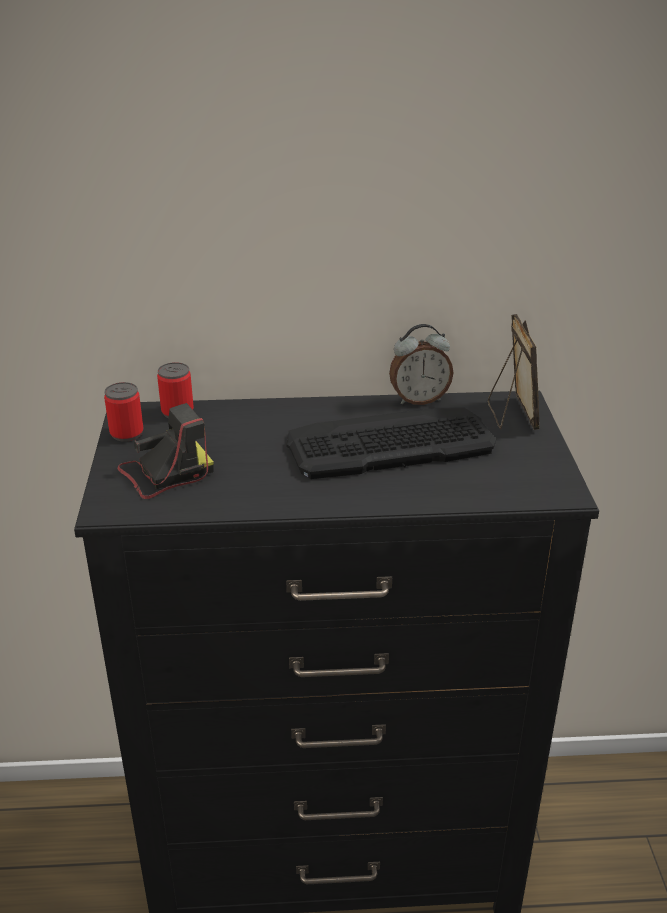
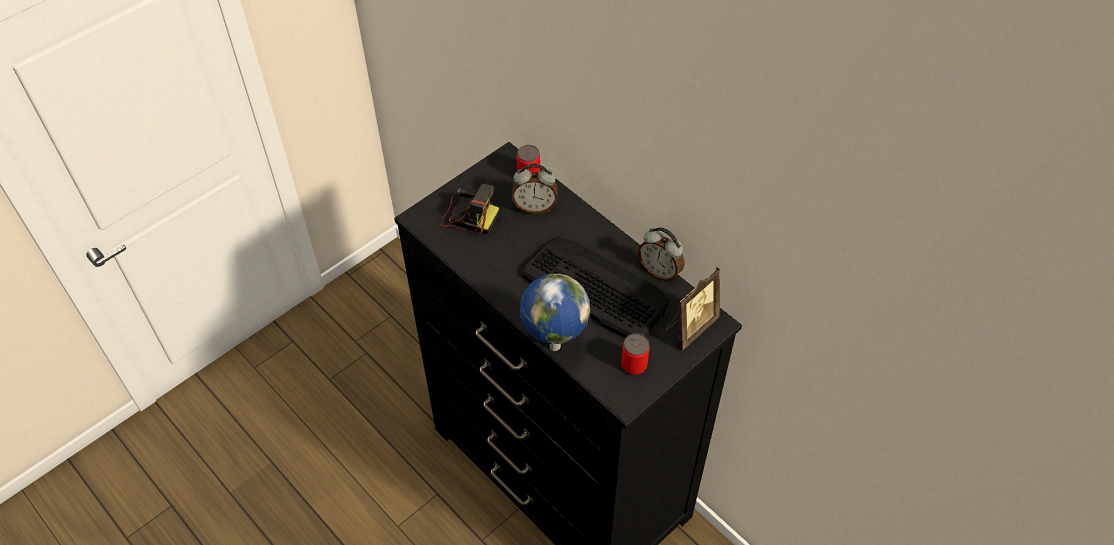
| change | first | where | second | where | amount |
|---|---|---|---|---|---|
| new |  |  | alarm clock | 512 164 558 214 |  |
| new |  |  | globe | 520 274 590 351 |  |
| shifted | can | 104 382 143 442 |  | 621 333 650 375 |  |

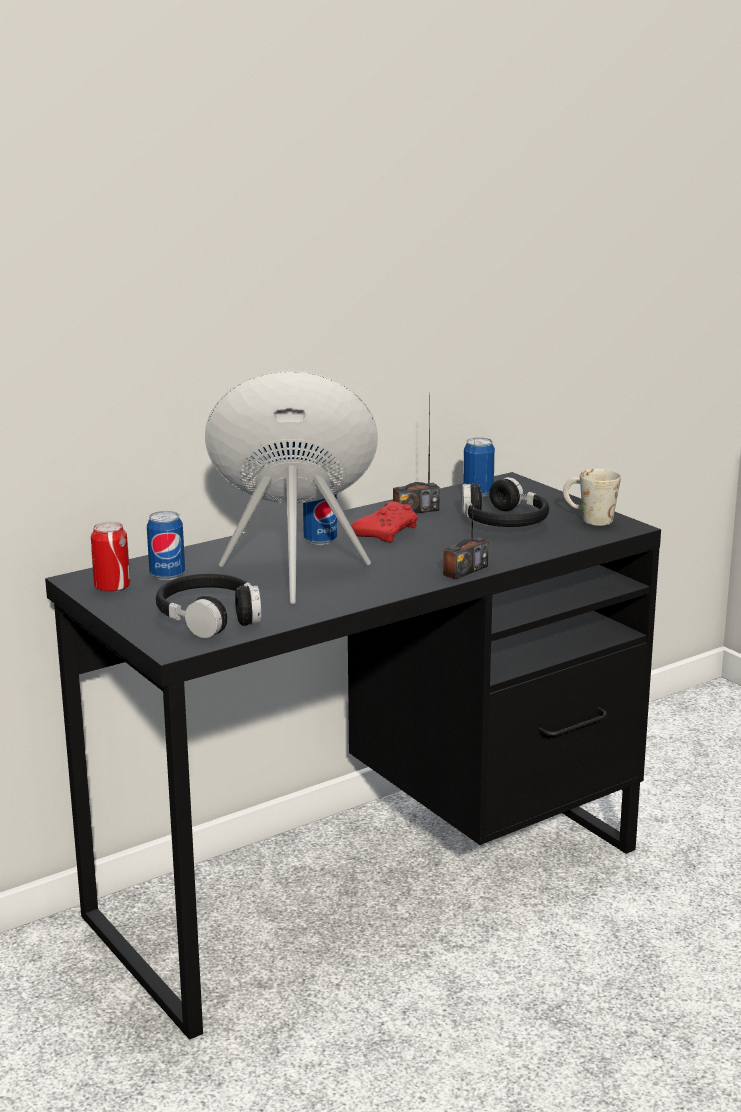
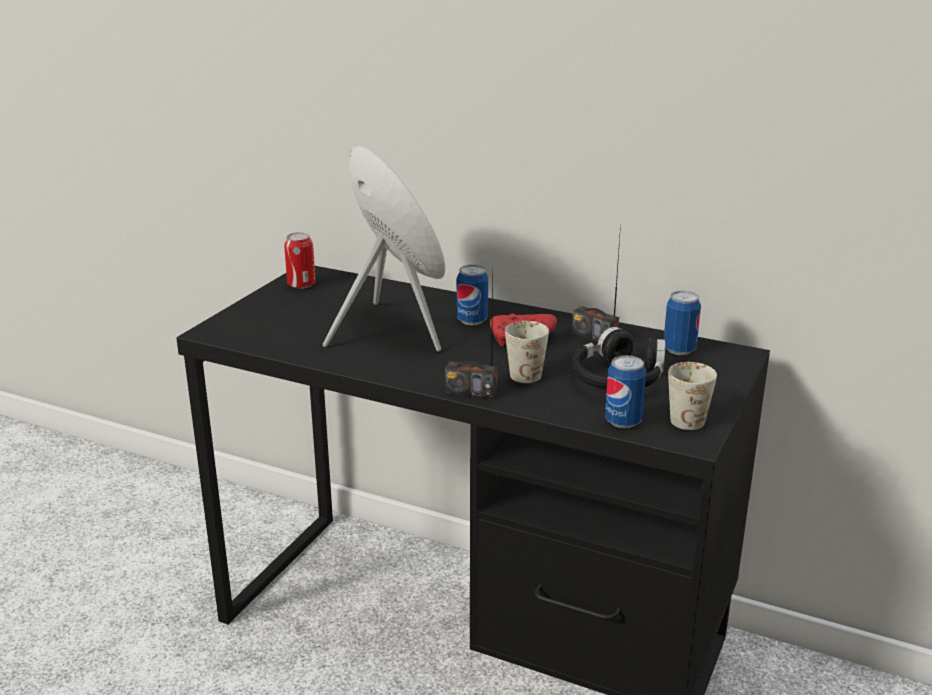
| change | first | where | second | where | amount |
|---|---|---|---|---|---|
| gone | headphones/black | 156 574 261 638 |  |  |  |
| new |  |  | mug/white | 505 321 549 383 |  |
| shifted | can | 147 511 185 580 |  | 605 355 646 428 |  |

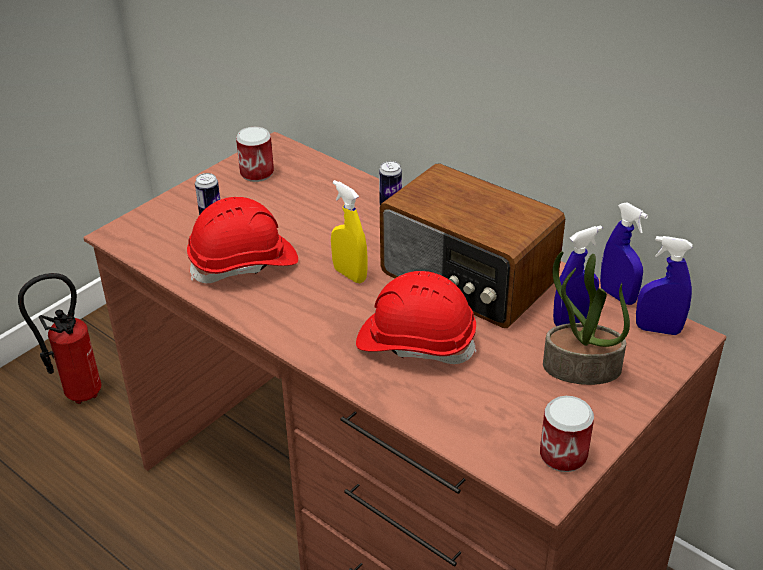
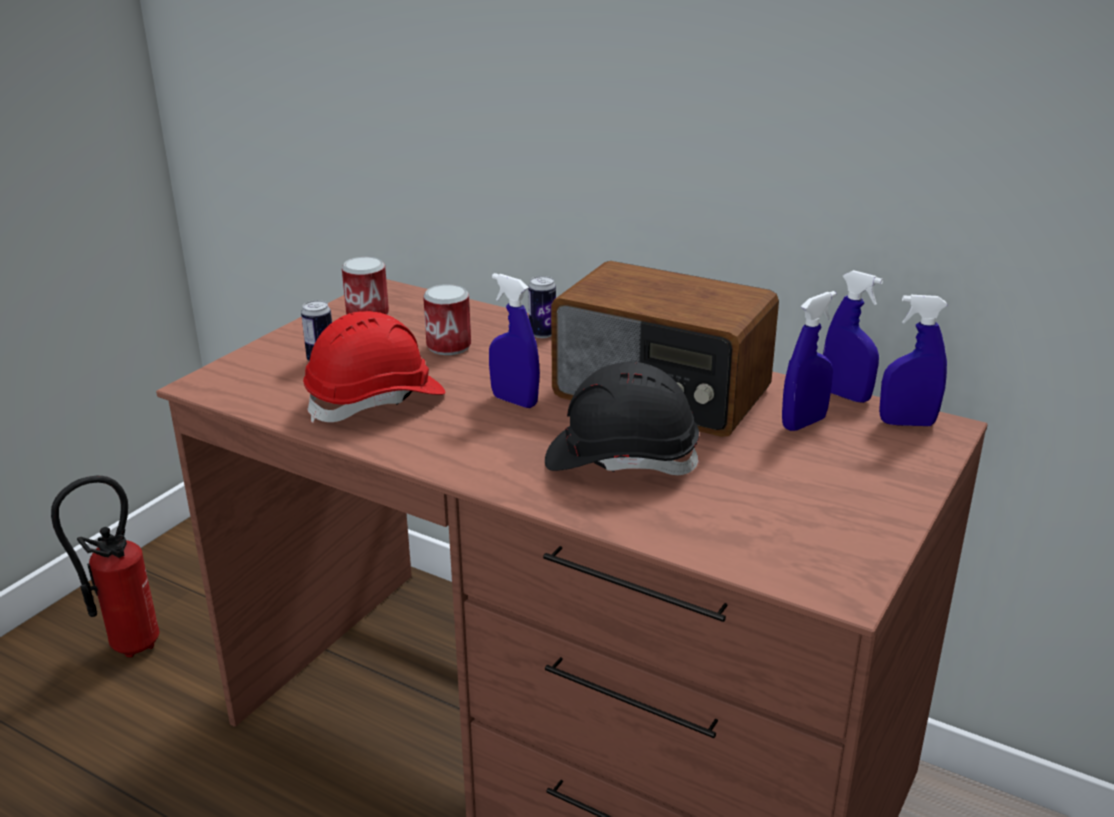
| change | first | where | second | where | amount |
|---|---|---|---|---|---|
| gone | potted plant | 543 252 630 385 |  |  |  |
| shifted | can | 540 396 594 472 |  | 423 284 471 355 |  |
| repainted | spray bottle/yellow | 331 180 368 283 | spray bottle/blue | 489 273 540 408 |  |
| repainted | hard hat/red | 356 271 477 364 | hard hat/black | 545 362 700 475 |  |

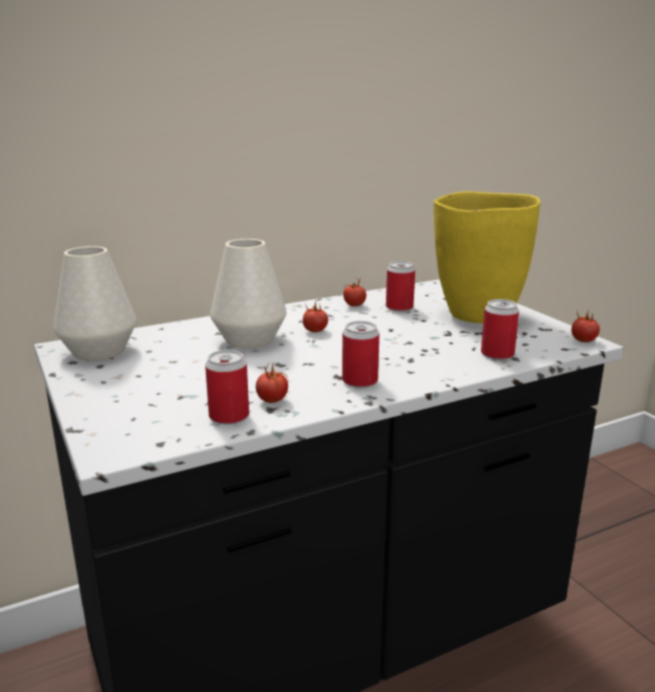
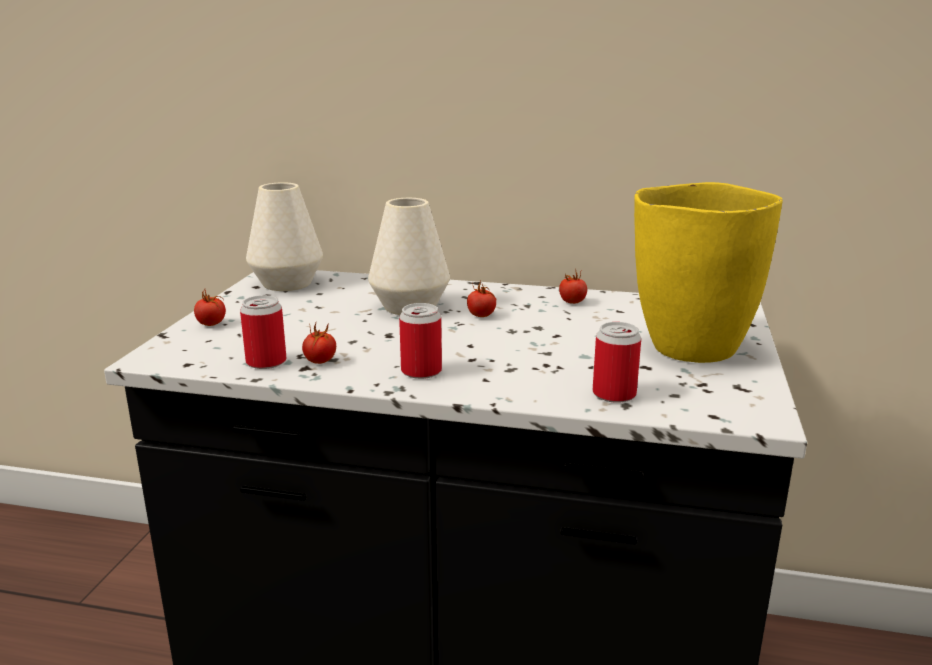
| change | first | where | second | where | amount |
|---|---|---|---|---|---|
| gone | can | 386 261 415 312 |  |  |  |
| shifted | tomato | 571 309 600 342 |  | 194 289 226 326 |  |

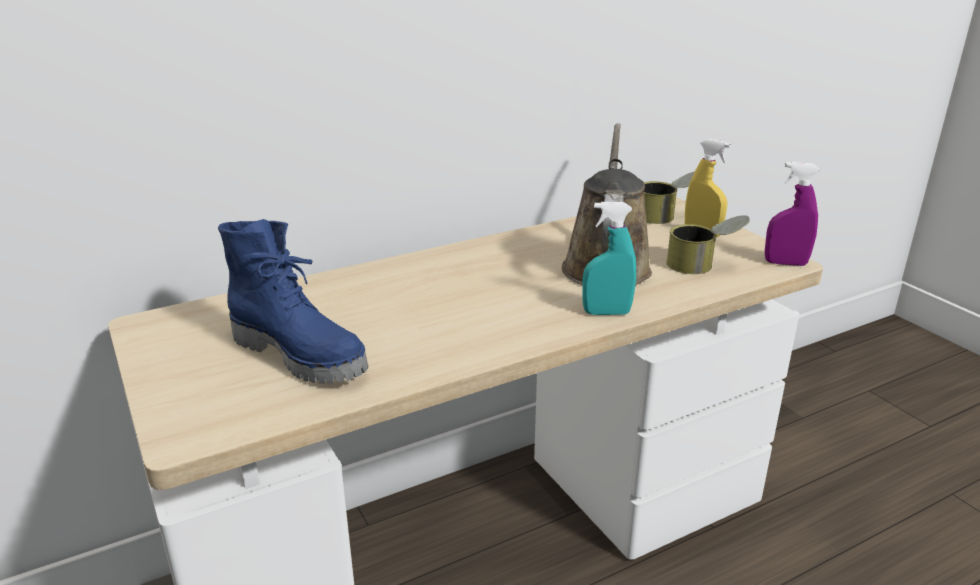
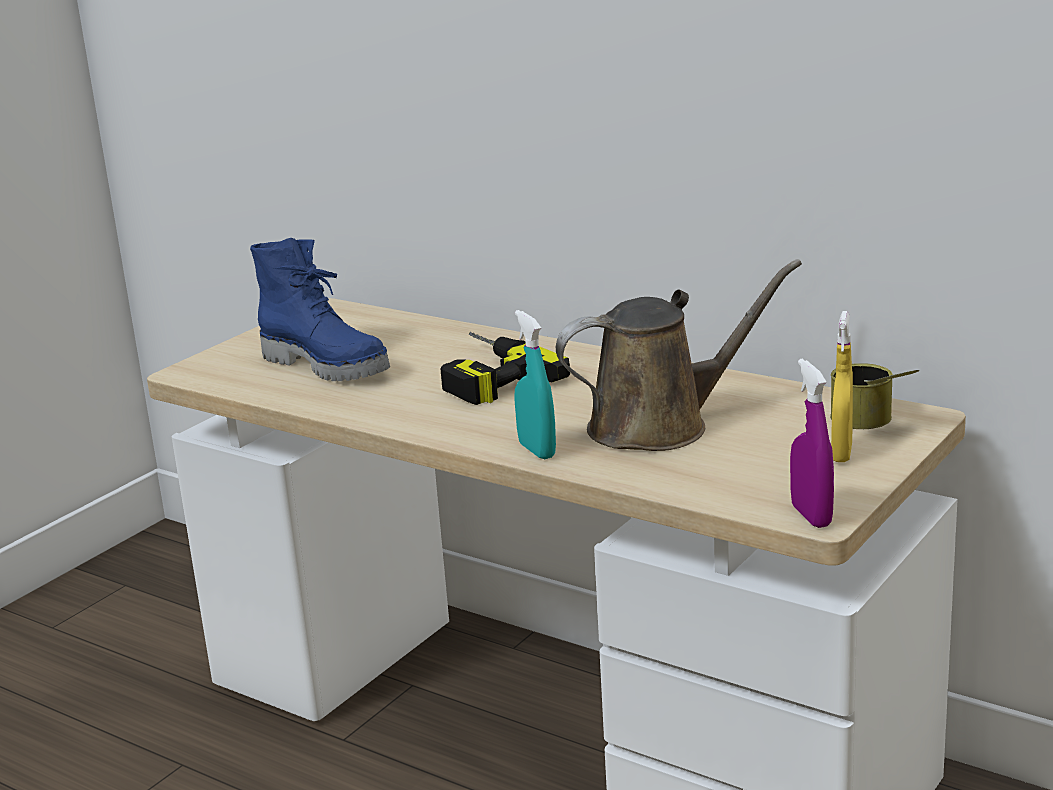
| change | first | where | second | where | amount |
|---|---|---|---|---|---|
| gone | can | 666 215 749 274 |  |  |  |
| new |  |  | power drill | 441 331 570 405 |  |
| rotated | boot/blue | 218 219 369 384 |  | 250 238 390 381 | 60 degrees counterclockwise |

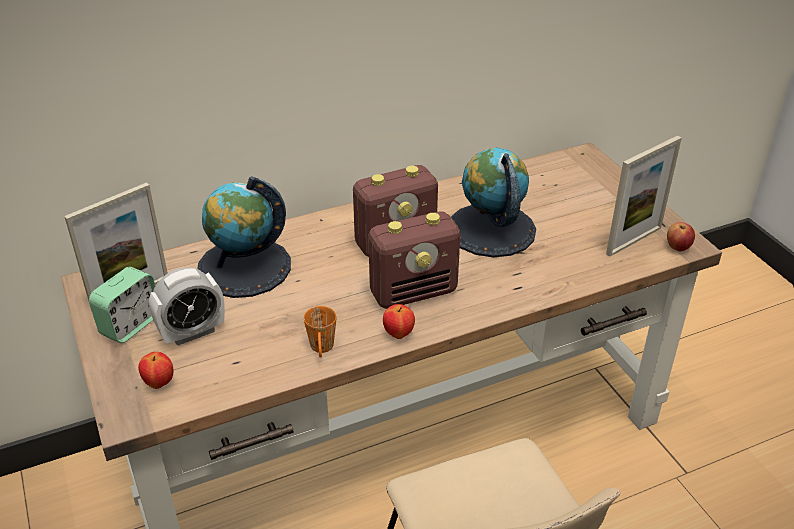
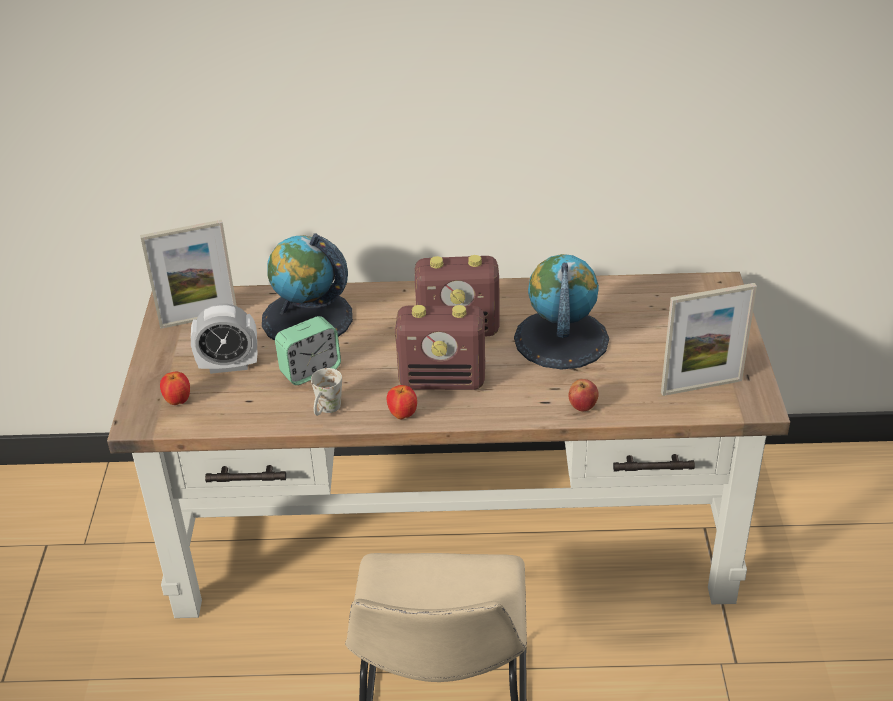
| change | first | where | second | where | amount |
|---|---|---|---|---|---|
| shifted | alarm clock | 89 267 155 343 |  | 275 316 341 385 |  |
| shifted | apple | 667 222 695 251 |  | 569 379 599 411 |  |
| repainted | mug/orange | 304 306 337 358 | mug/white | 311 368 342 416 |  |

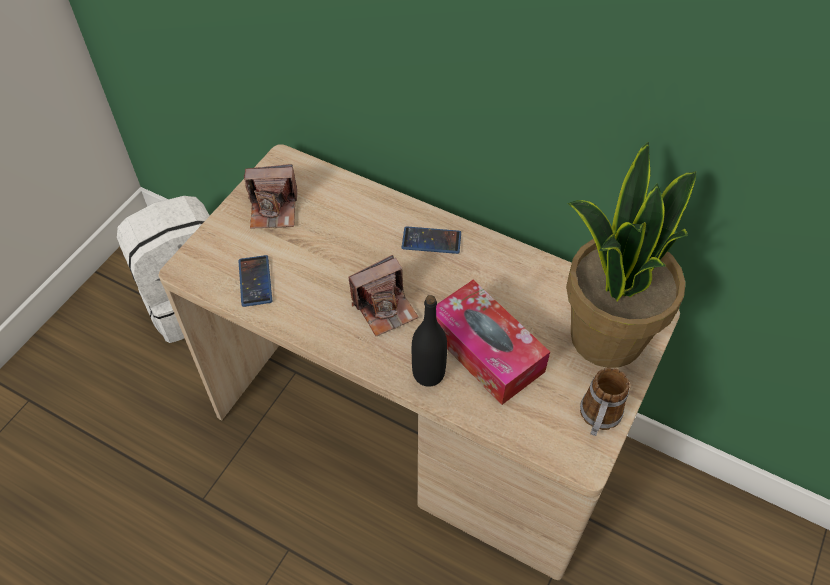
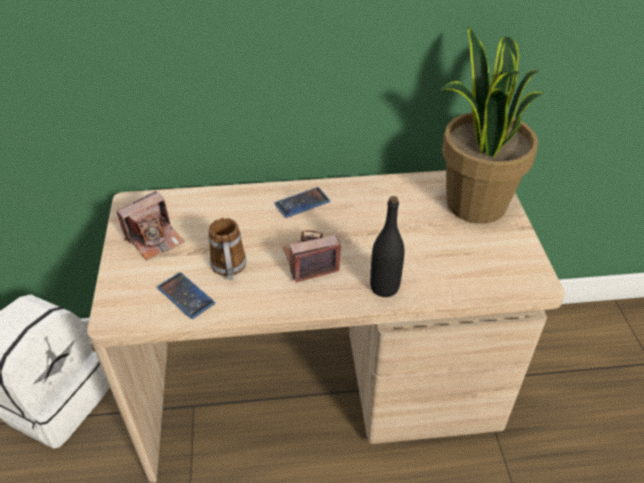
| change | first | where | second | where | amount |
|---|---|---|---|---|---|
| gone | tissue box | 436 280 550 405 |  |  |  |
| shifted | mug | 580 368 630 436 |  | 208 218 246 280 |  |
| rotated | photo camera | 349 255 418 336 |  | 283 230 341 283 | 135 degrees counterclockwise |

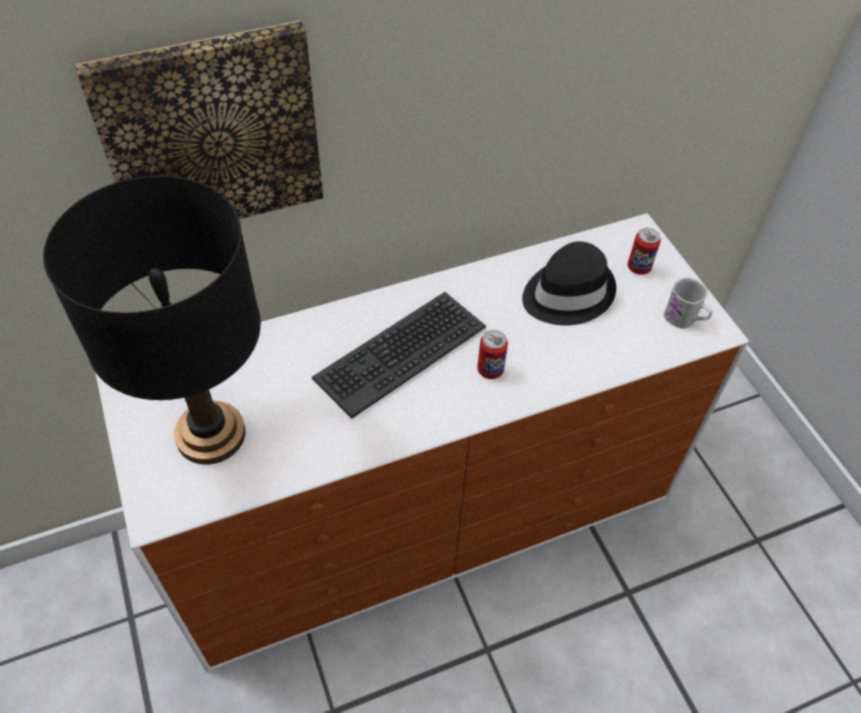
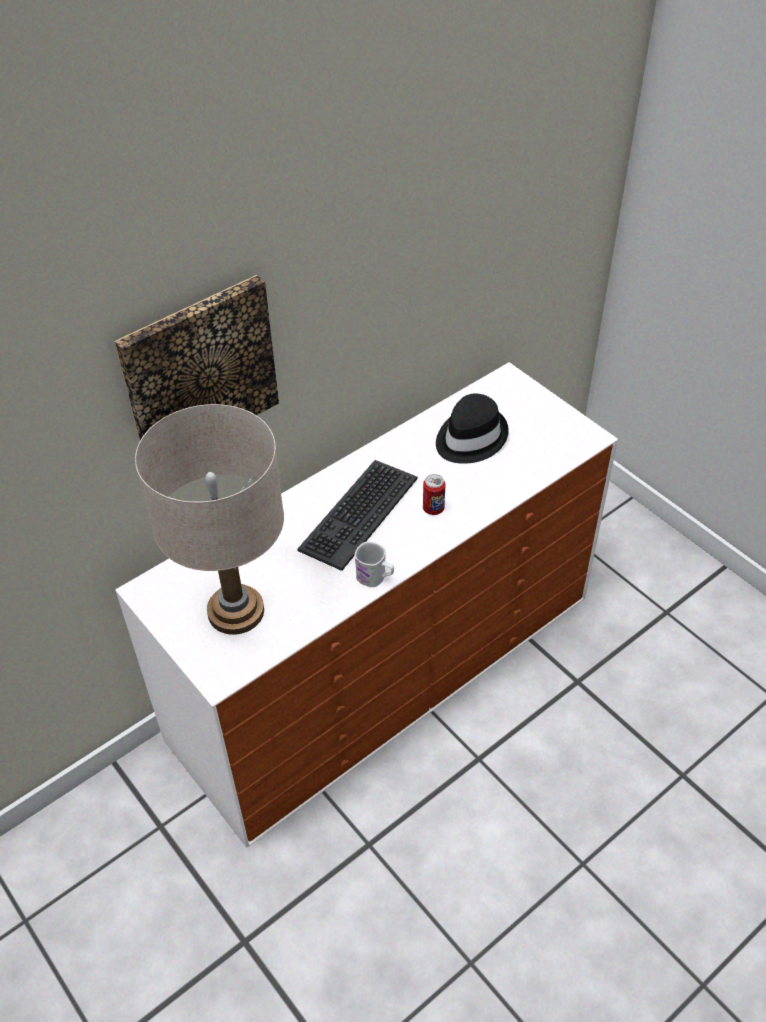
| change | first | where | second | where | amount |
|---|---|---|---|---|---|
| gone | can | 628 228 661 275 |  |  |  |
| shifted | mug/white | 664 277 713 329 |  | 354 541 394 587 |  |
| repainted | table lamp/black | 43 176 261 465 | table lamp/beige | 135 404 284 635 |  |

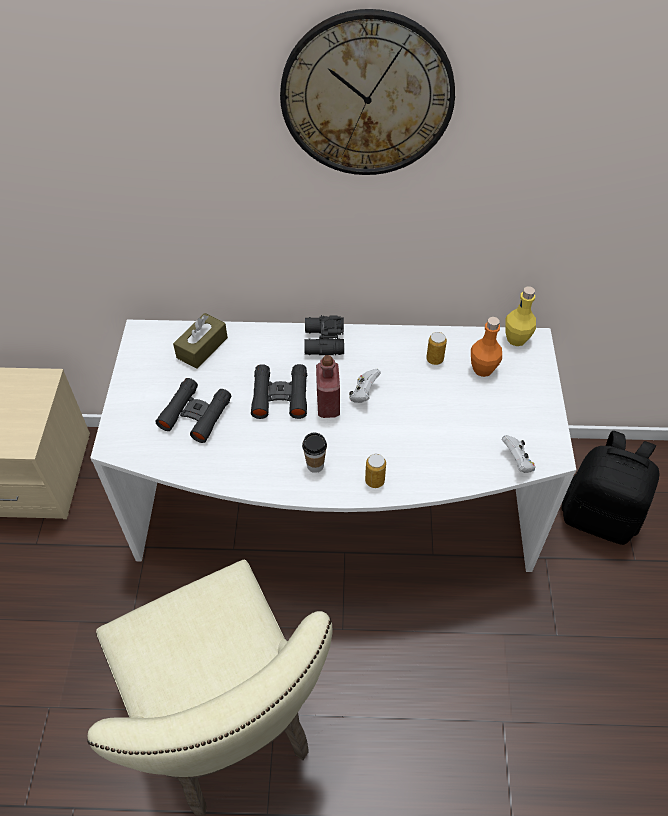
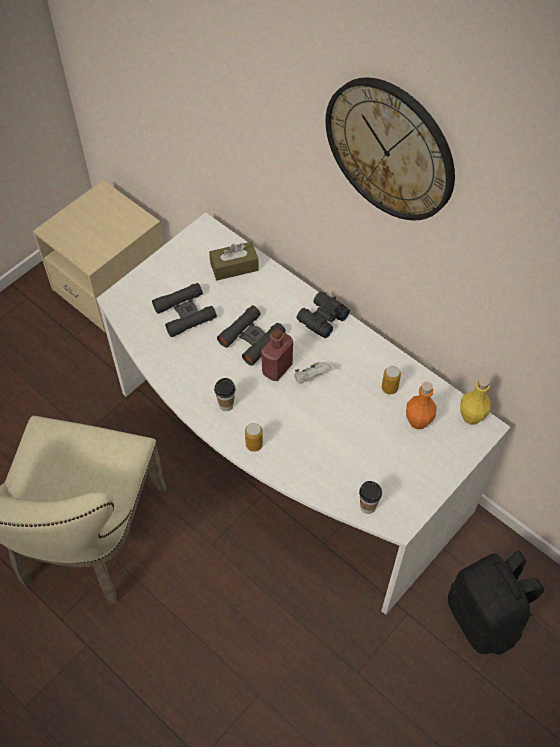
| change | first | where | second | where | amount |
|---|---|---|---|---|---|
| swapped | game controller/white | 502 435 536 473 | cup | 359 481 382 514 |  |

